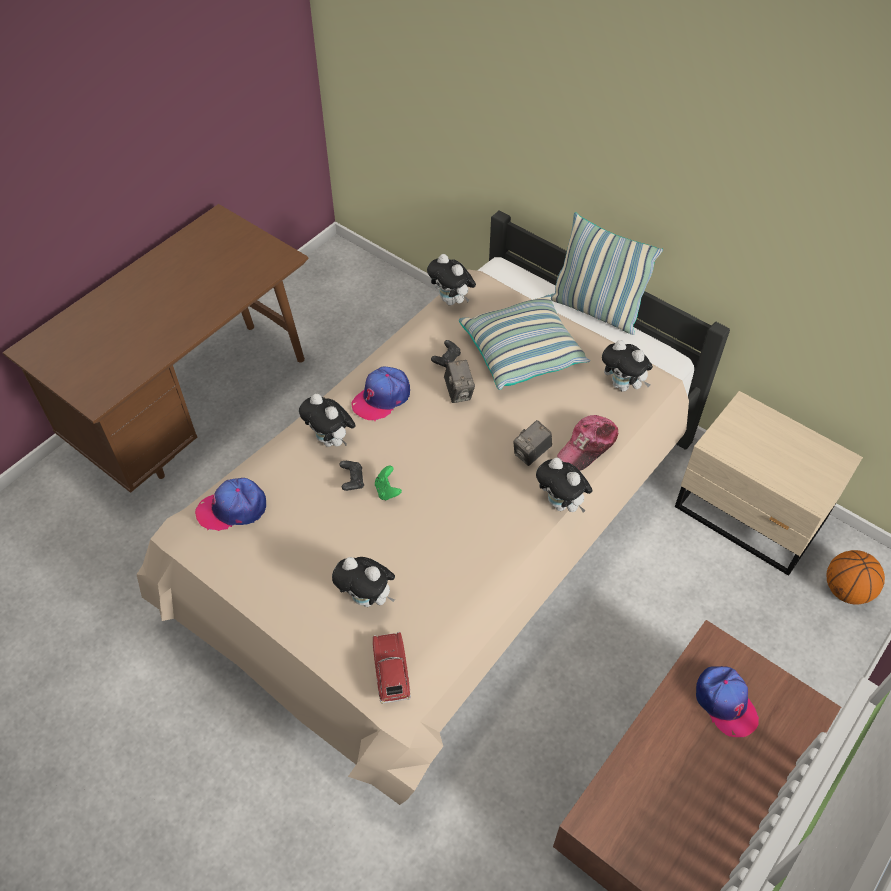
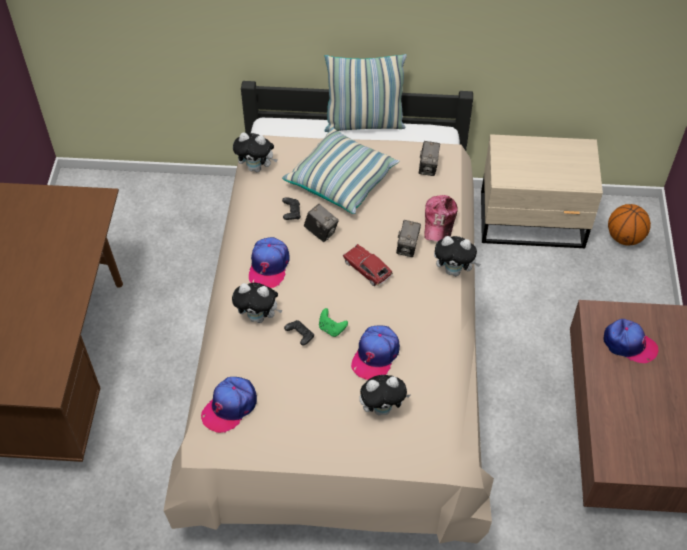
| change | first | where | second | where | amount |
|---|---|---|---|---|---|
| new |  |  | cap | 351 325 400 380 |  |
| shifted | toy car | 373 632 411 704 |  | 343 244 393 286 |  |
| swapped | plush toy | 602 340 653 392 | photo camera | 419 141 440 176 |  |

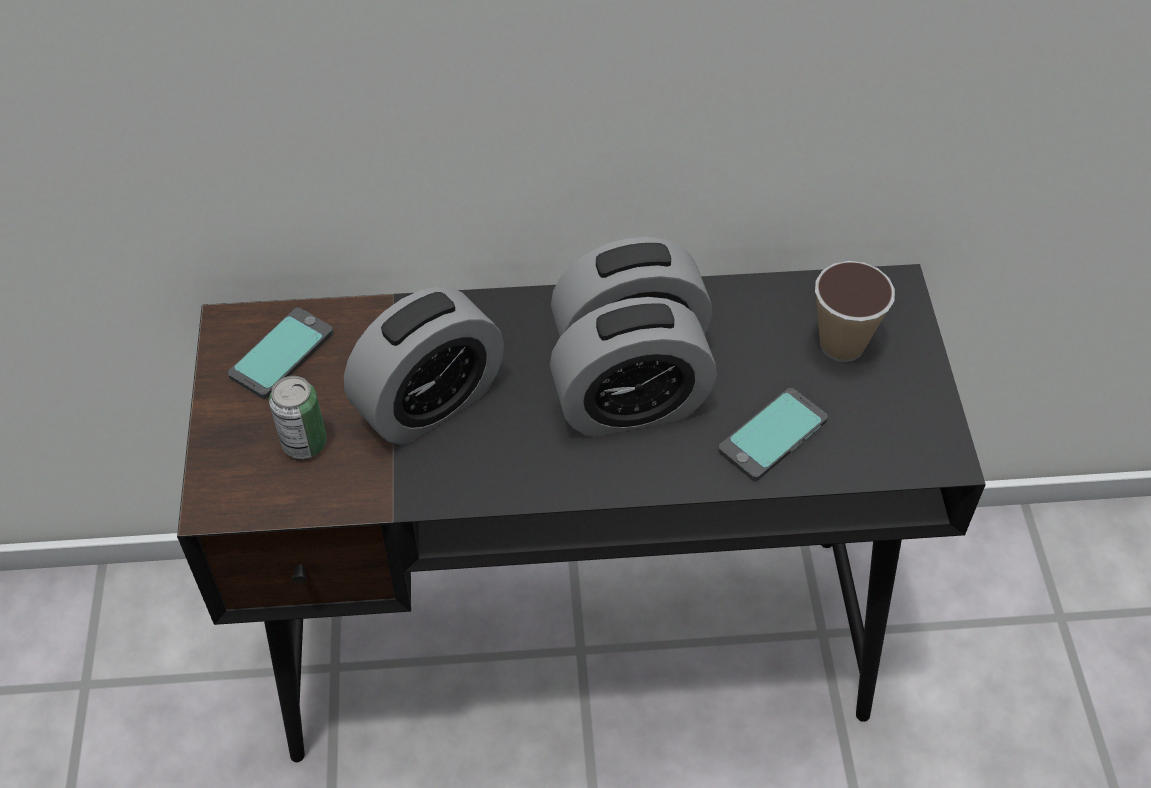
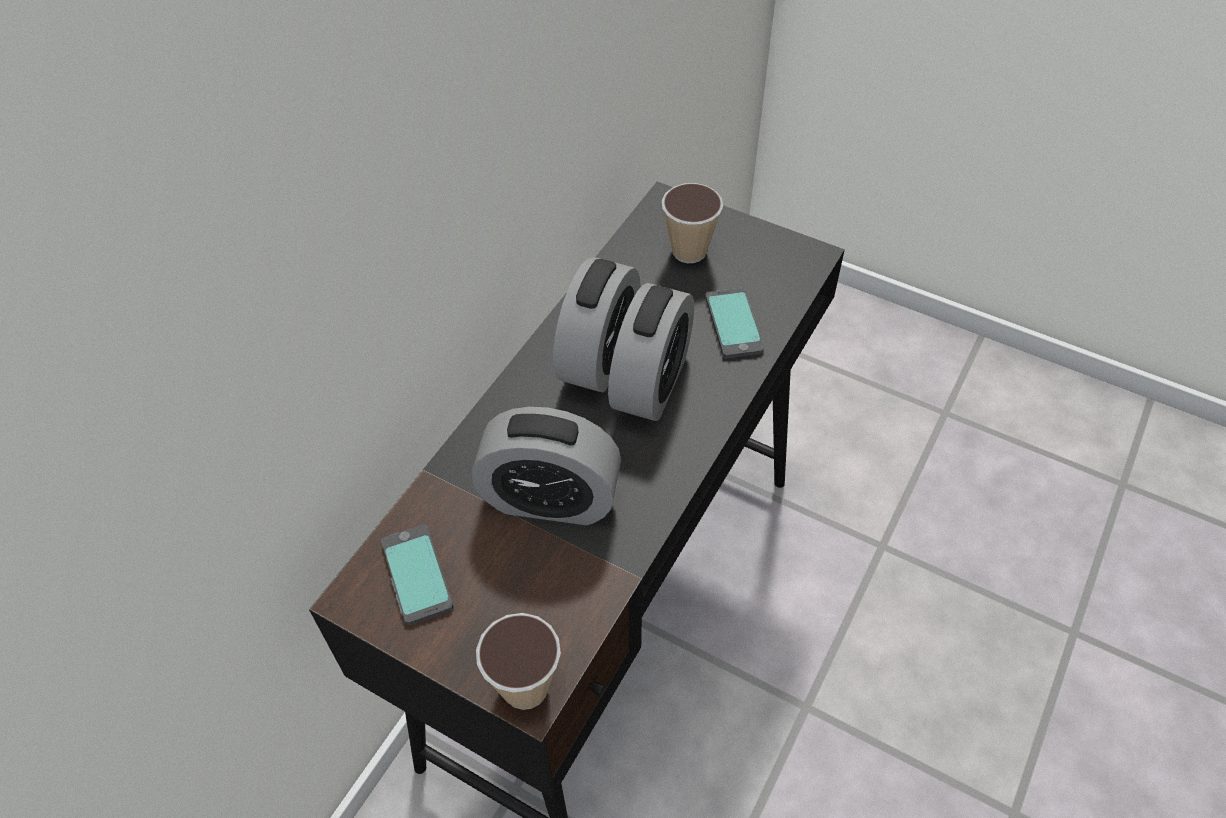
| change | first | where | second | where | amount |
|---|---|---|---|---|---|
| gone | can | 269 376 327 459 |  |  |  |
| new |  |  | cup | 476 613 561 710 |  |
| rotated | alarm clock | 344 287 504 445 |  | 472 407 621 525 | 105 degrees clockwise |

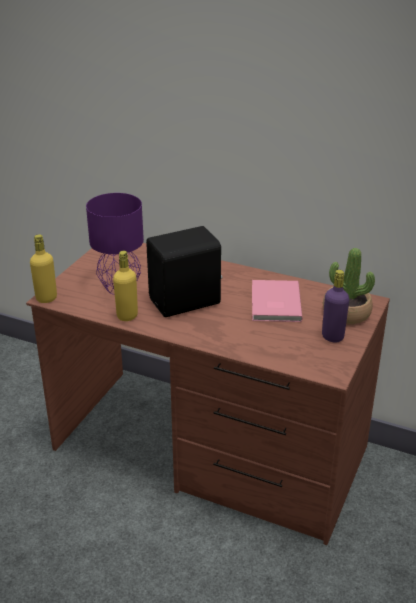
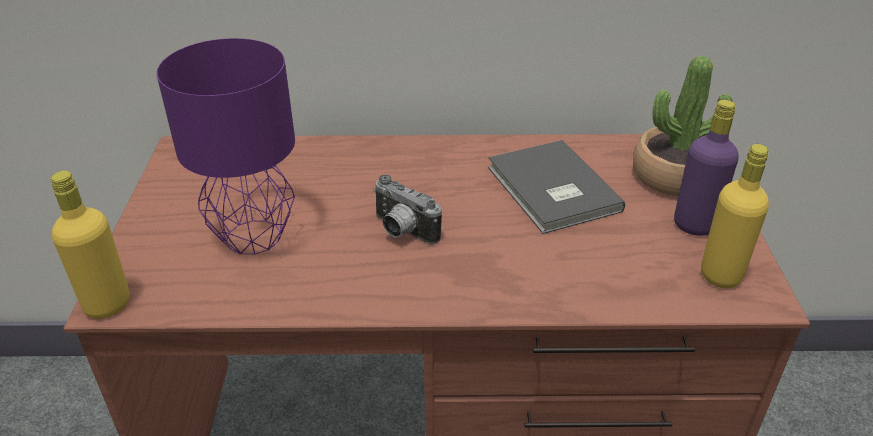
| change | first | where | second | where | amount |
|---|---|---|---|---|---|
| shifted | bottle/yellow | 113 251 138 321 |  | 701 144 769 288 |  |
| swapped | speaker/black | 146 226 223 317 | photo camera | 373 174 442 244 |  |
| repainted | book/pink | 252 280 303 322 | book/grey | 488 140 625 234 |  |

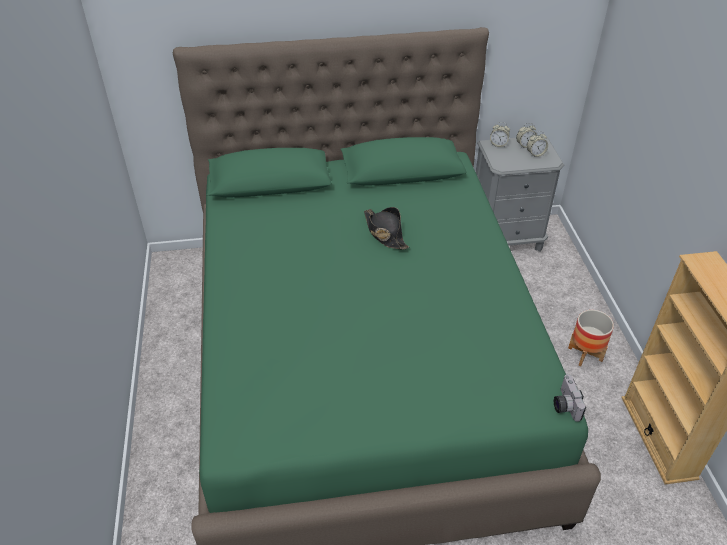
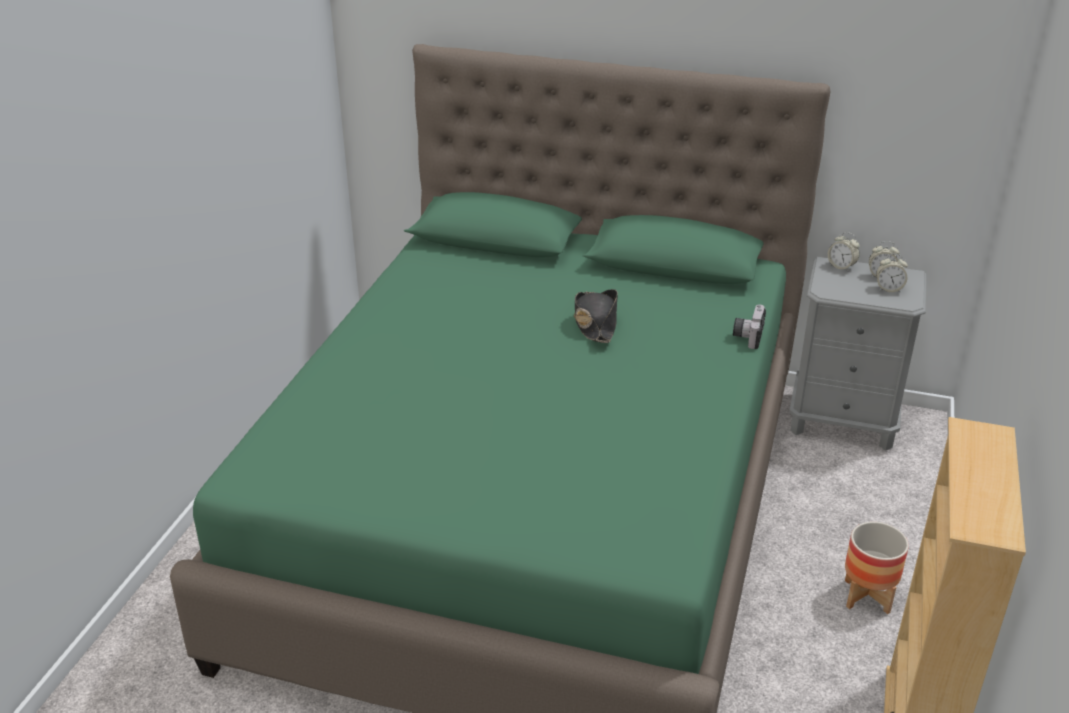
| change | first | where | second | where | amount |
|---|---|---|---|---|---|
| shifted | photo camera | 554 374 586 422 |  | 733 304 766 349 |  |

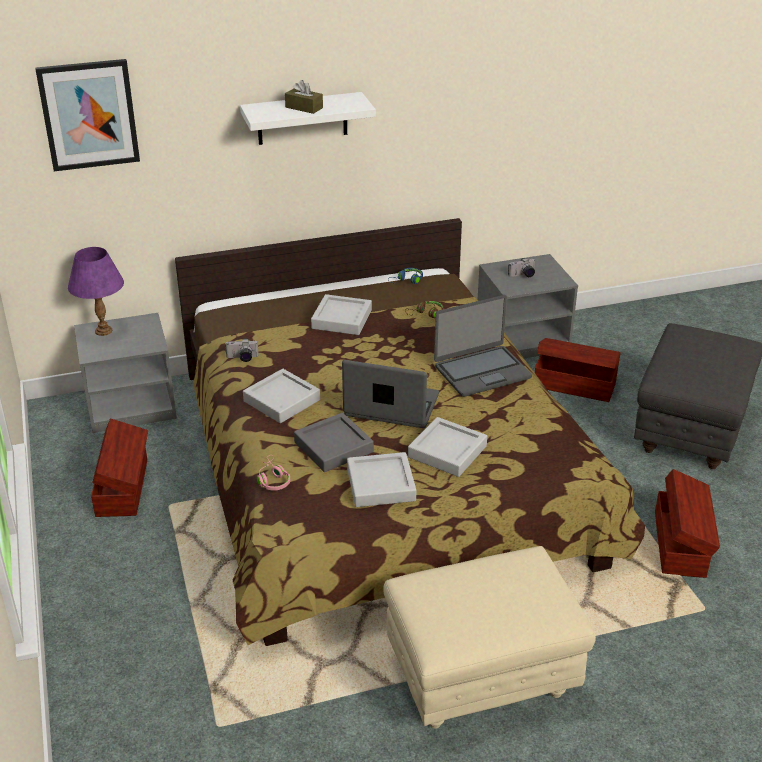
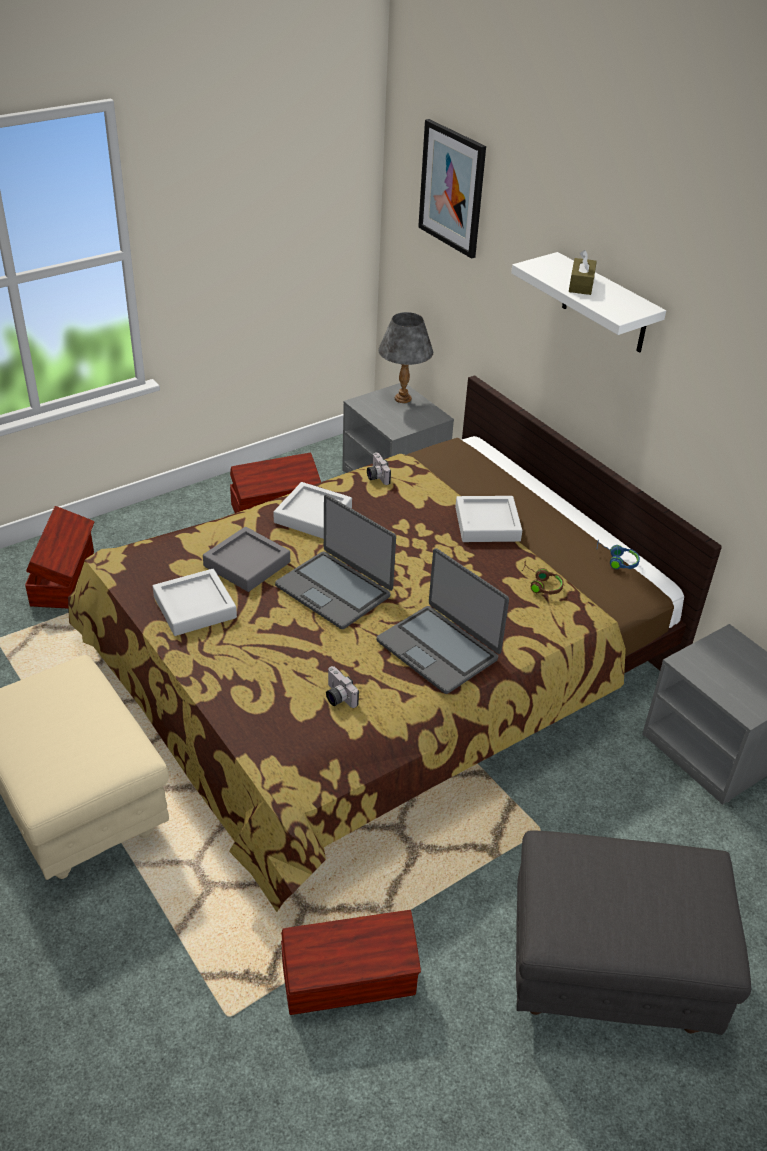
| change | first | where | second | where | amount |
|---|---|---|---|---|---|
| gone | headphones/pink | 257 455 290 491 |  |  |  |
| gone | tray/grey | 408 417 487 477 |  |  |  |
| shifted | photo camera | 508 258 535 277 |  | 326 666 359 708 |  |
| shifted | storage box/brown | 535 338 621 402 |  | 25 506 95 608 |  |
| repainted | table lamp/purple | 68 247 124 336 | table lamp/grey | 378 312 433 403 |  |
| rotated | laptop | 342 360 439 428 |  | 275 494 396 629 | 135 degrees clockwise |

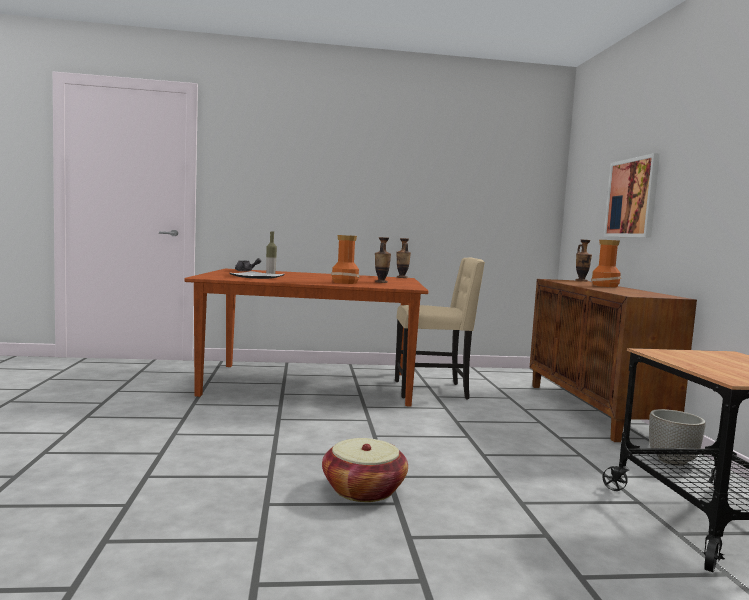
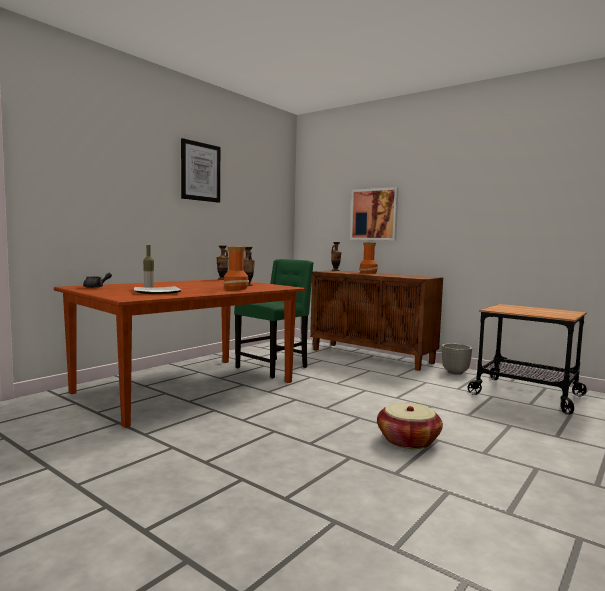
| change | first | where | second | where | amount |
|---|---|---|---|---|---|
| new |  |  | picture | 181 138 220 203 |  |
| repainted | chair/beige | 395 257 485 399 | chair/green | 234 259 314 379 |  |

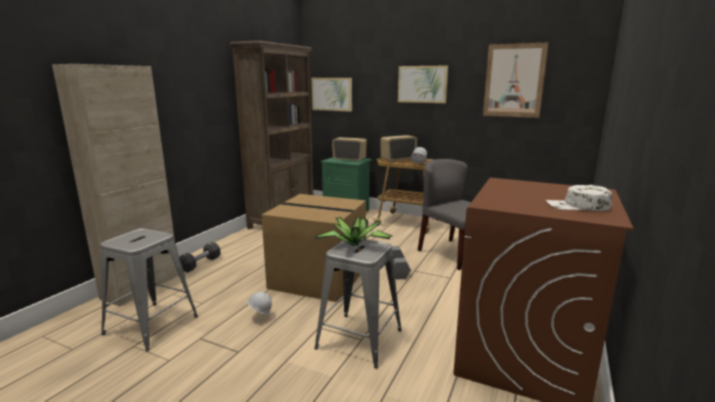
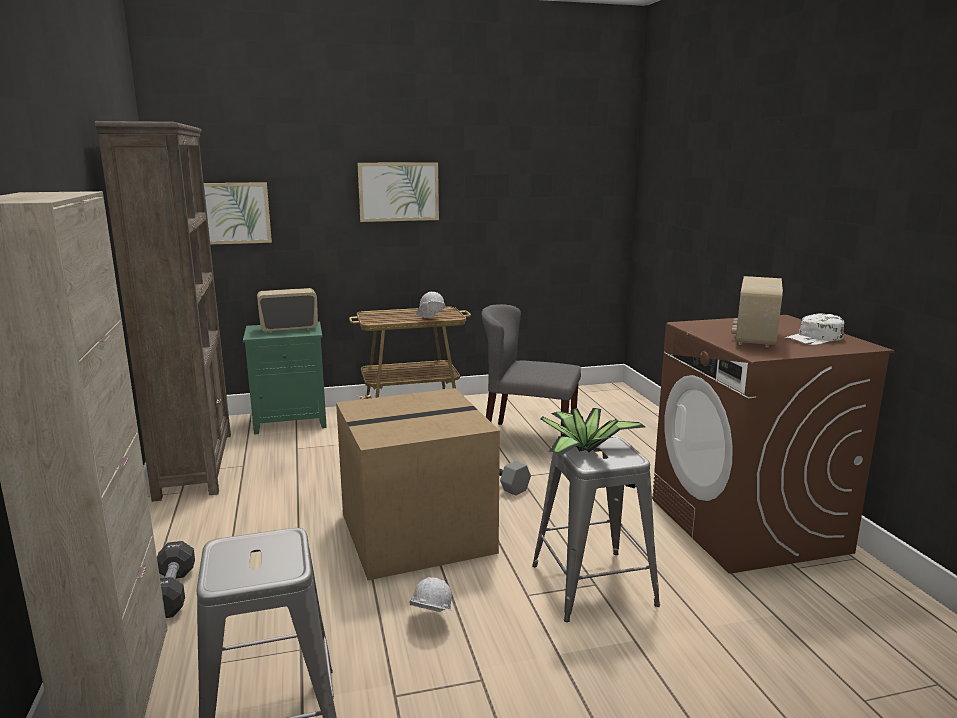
| change | first | where | second | where | amount |
|---|---|---|---|---|---|
| gone | picture | 483 43 548 118 |  |  |  |
| shifted | radio | 381 135 417 162 |  | 731 276 783 347 |  |

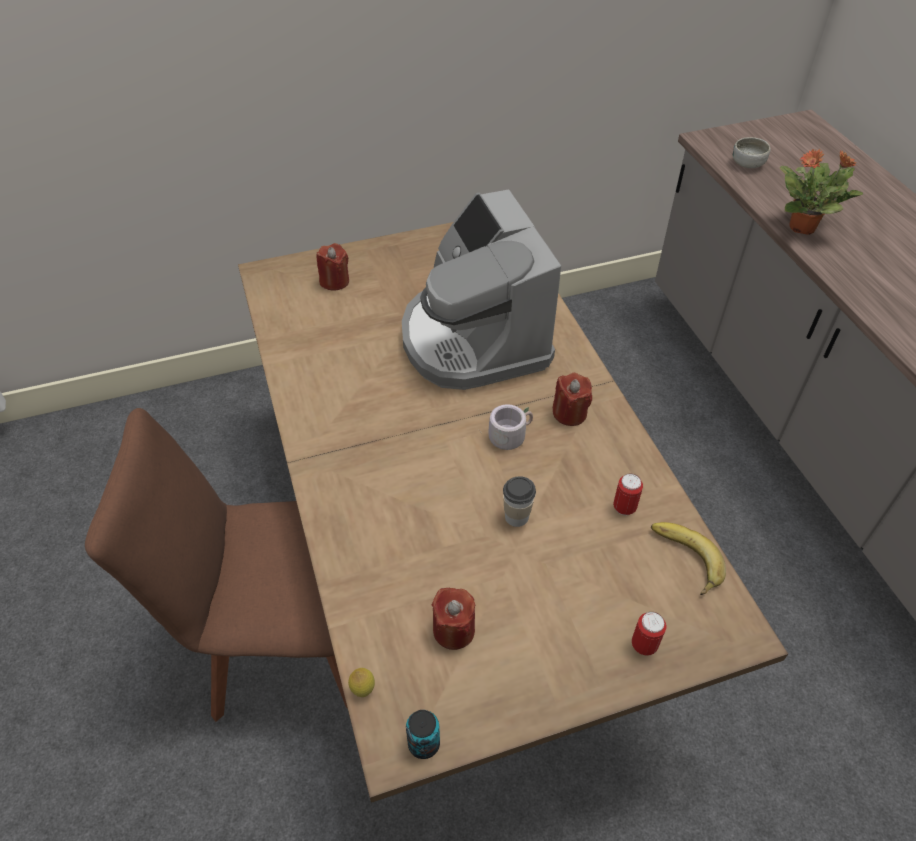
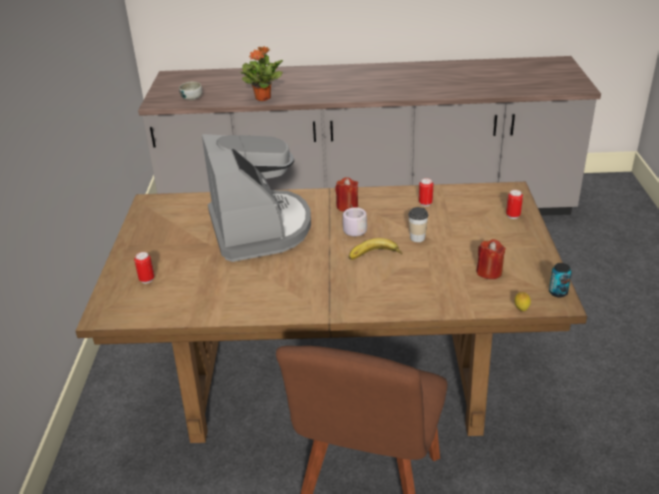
| change | first | where | second | where | amount |
|---|---|---|---|---|---|
| shifted | banana | 651 522 726 595 |  | 349 238 402 260 |  |
| swapped | candle/red | 317 243 349 290 | can | 134 252 154 284 |  |
| rotated | coffee machine | 402 189 561 390 |  | 202 134 311 262 | 105 degrees counterclockwise |

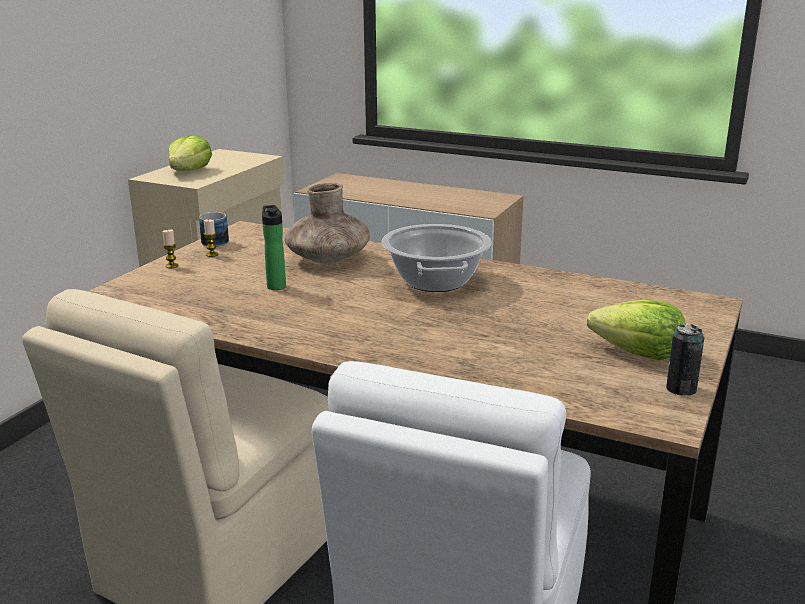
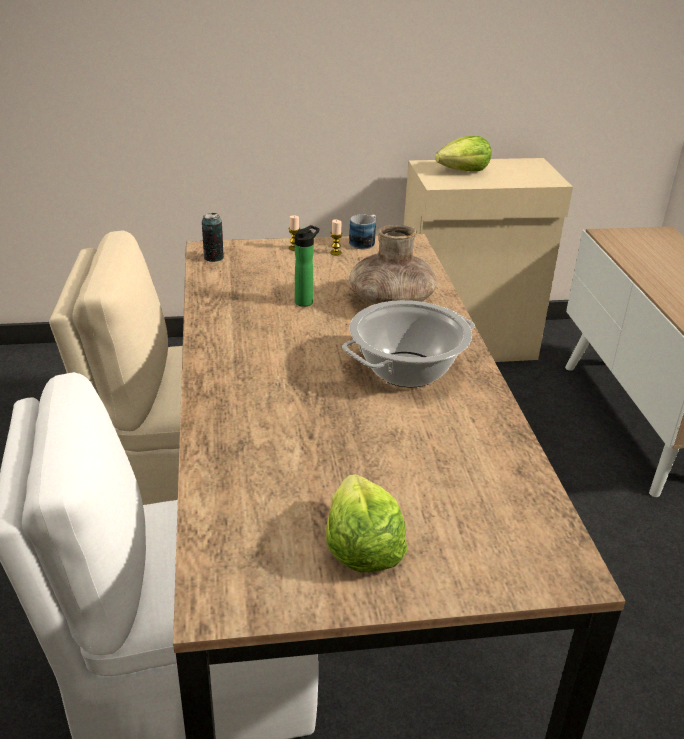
| change | first | where | second | where | amount |
|---|---|---|---|---|---|
| shifted | can | 666 324 704 396 |  | 202 213 224 262 |  |

